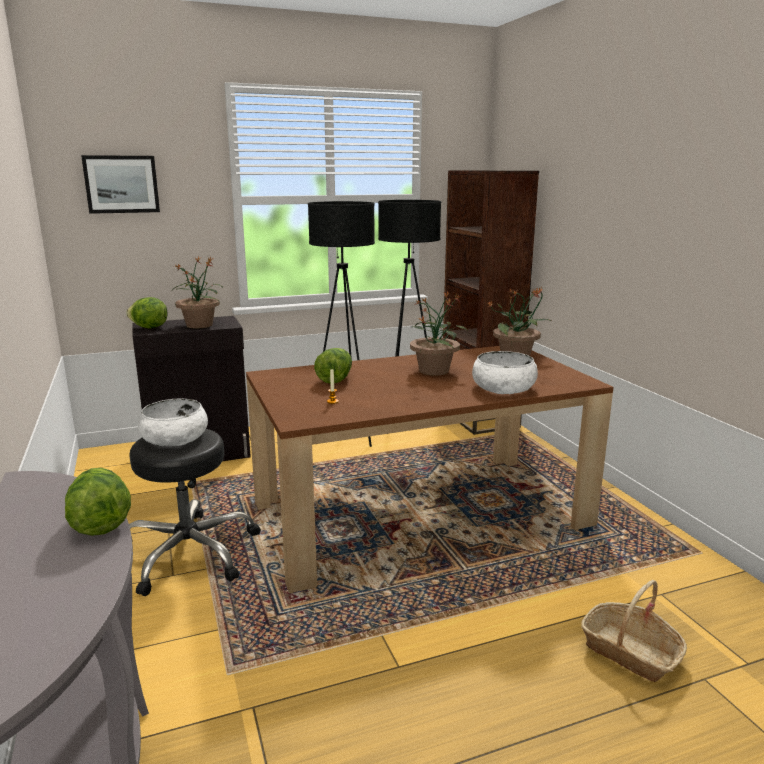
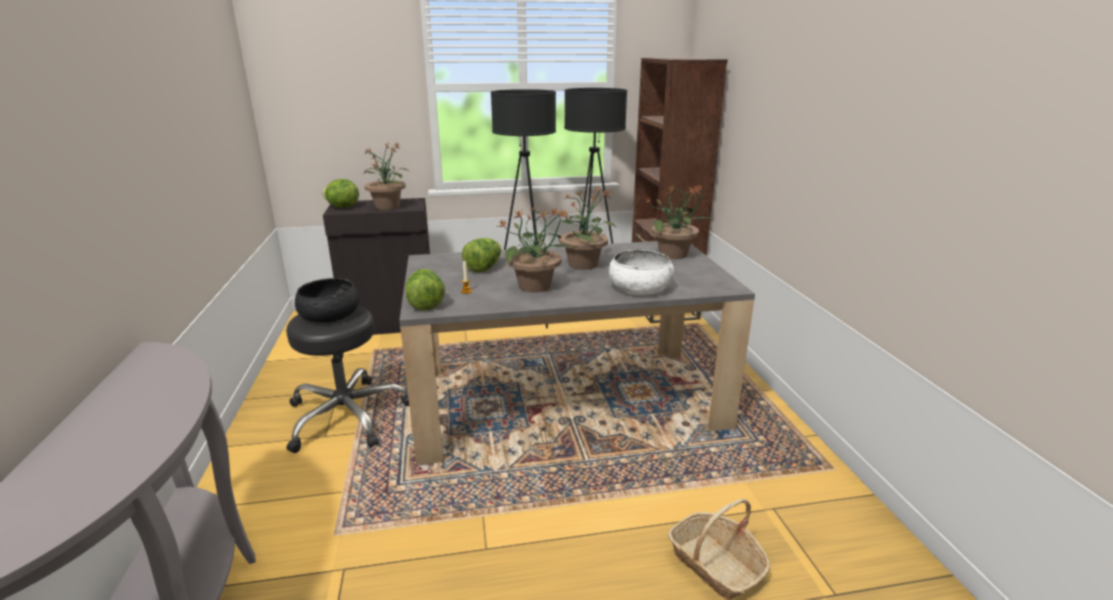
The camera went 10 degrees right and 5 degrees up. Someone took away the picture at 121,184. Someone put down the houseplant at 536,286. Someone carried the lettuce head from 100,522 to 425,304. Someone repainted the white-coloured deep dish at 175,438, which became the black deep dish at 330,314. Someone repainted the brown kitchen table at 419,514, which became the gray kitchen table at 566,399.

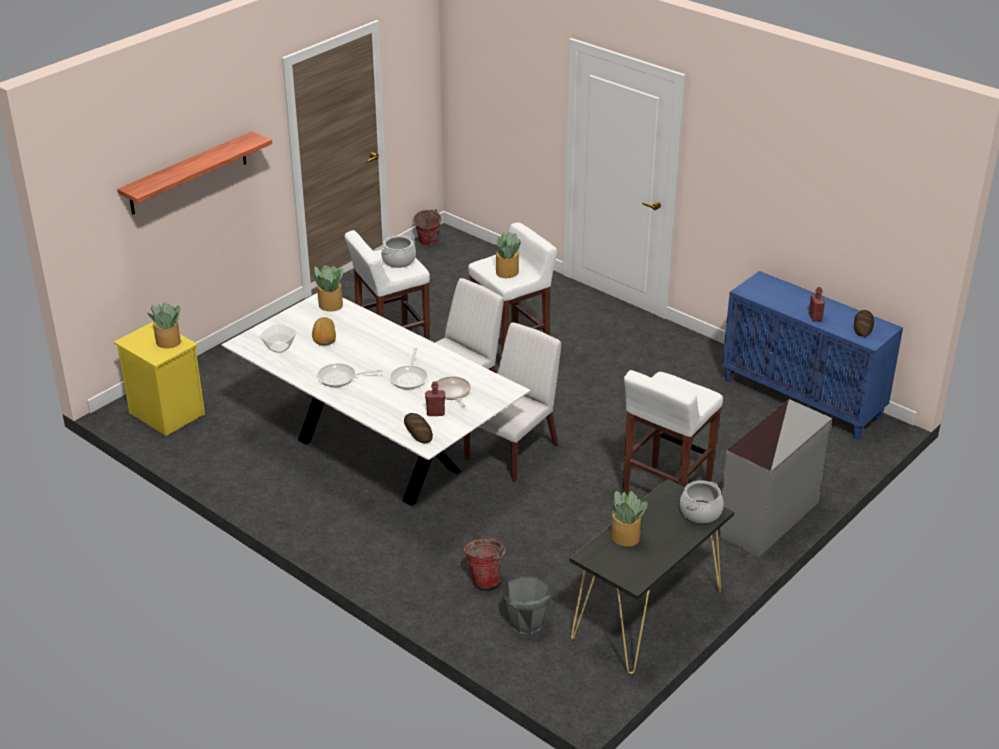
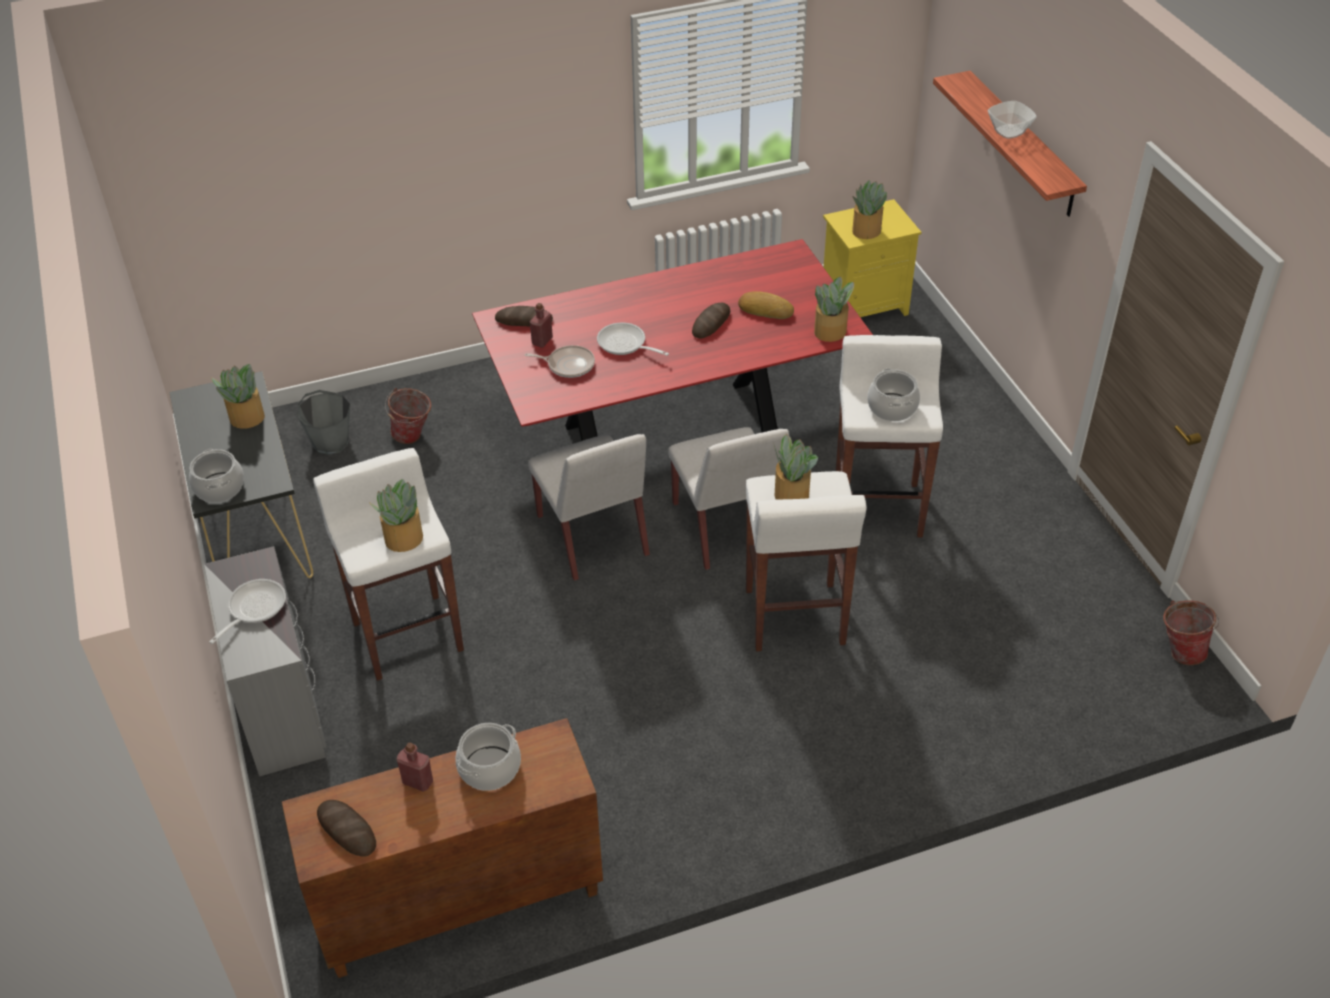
The camera went 120 degrees right and 10 degrees up. Someone put down the houseplant at 403,539. Someone put down the stockpot at 490,768. Someone put down the bread at 711,323. Someone carried the deep dish from 280,347 to 1008,132. Someone carried the frying pan from 341,378 to 253,609. Someone repainted the white-coloured kitchen table at 377,455, which became the reddish kitchen table at 672,429. Someone repainted the blue-coloured cupboard at 803,399, which became the brown cupboard at 459,903.

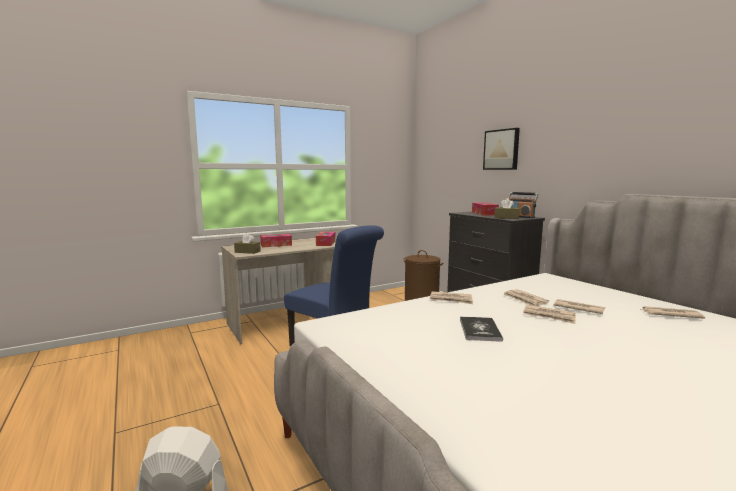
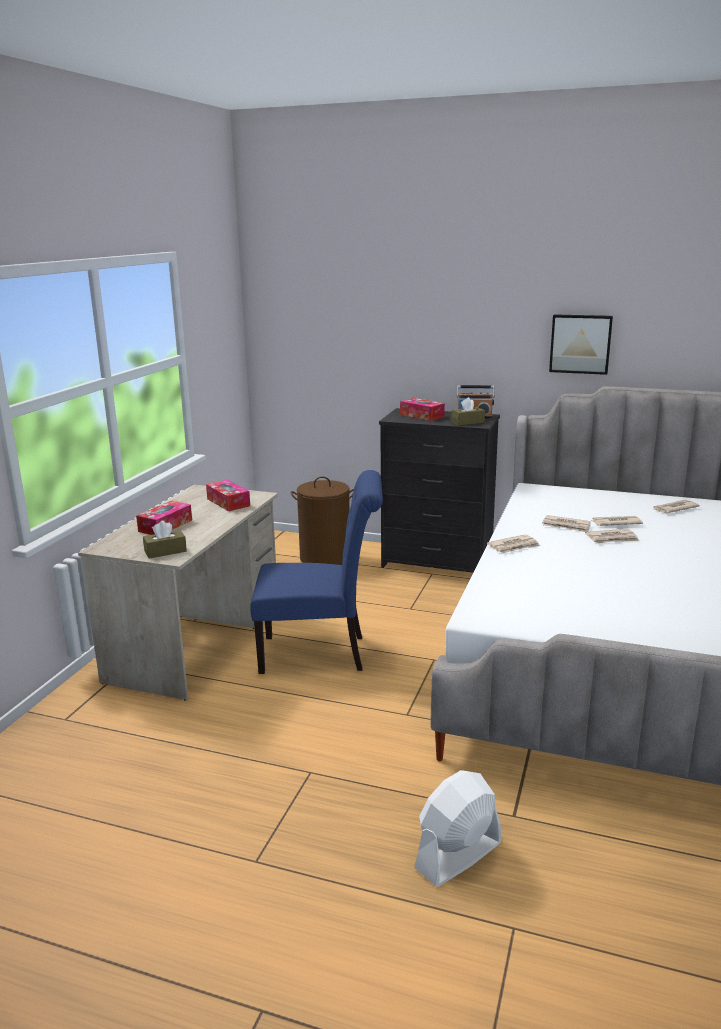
The camera went 40 degrees left and 10 degrees up. Someone took away the volume at 479,330. Someone carried the picture from 502,149 to 580,343.

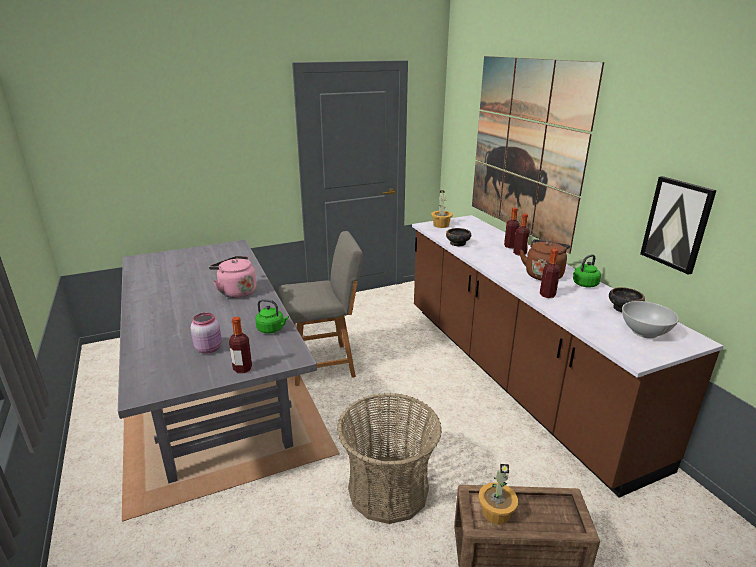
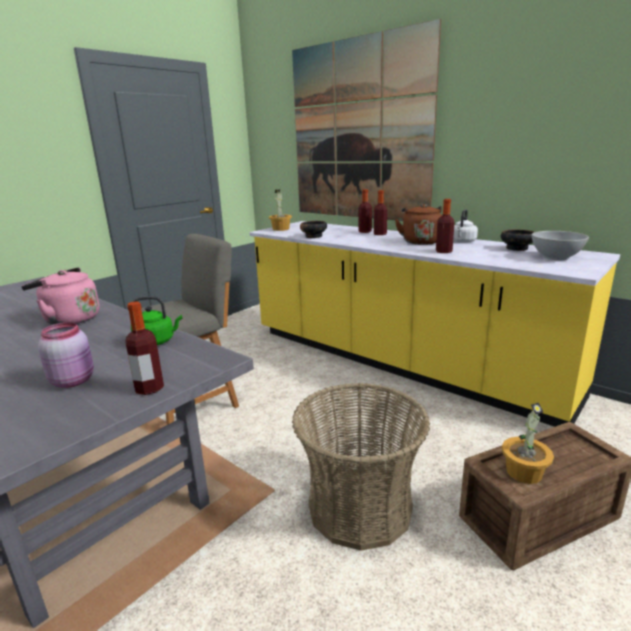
The camera went 25 degrees left and 5 degrees down. Someone took away the picture at 677,224. Someone repainted the brown kitchen base unit at 514,376, which became the yellow kitchen base unit at 399,362. Someone repainted the green-coloured water kettle at 584,284, which became the white-coloured water kettle at 463,242.

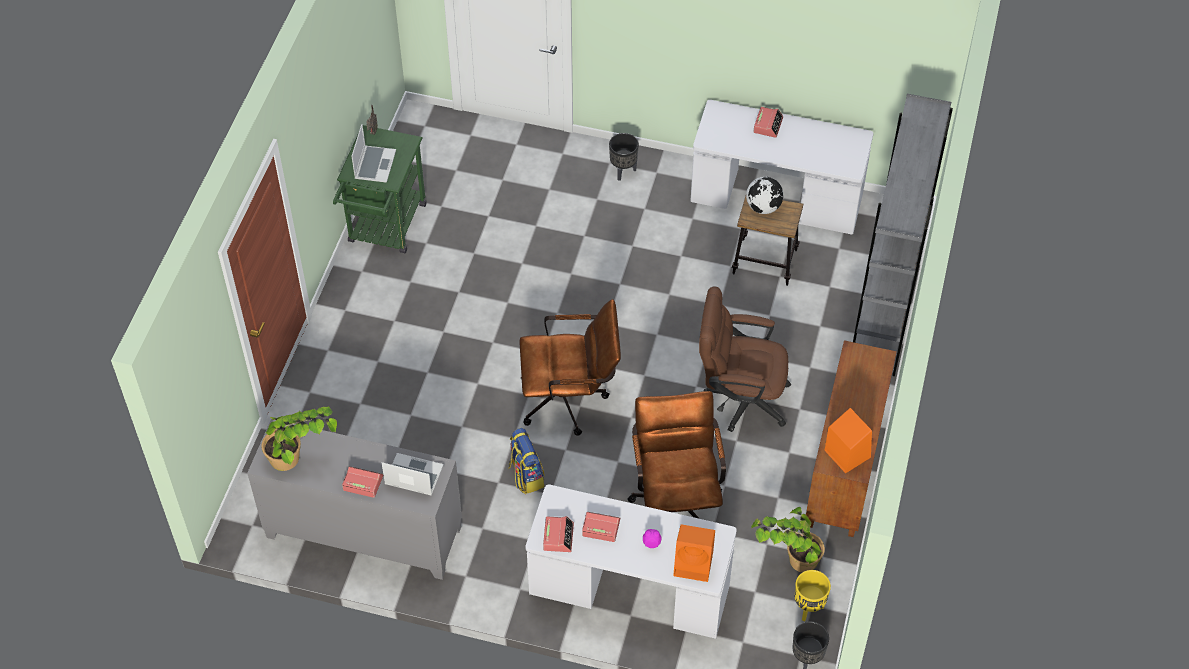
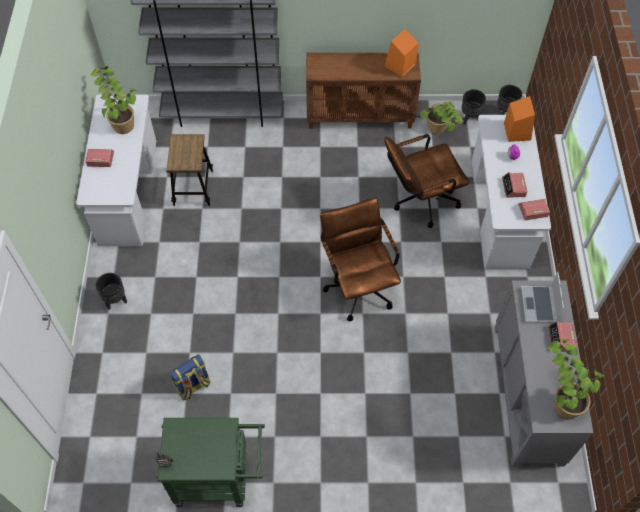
The camera went 105 degrees left and 5 degrees up. Someone took away the laptop at 374,164. Someone took away the brown computer chair at 739,398. Someone took away the world globe at 763,207. Someone put down the houseplant at 121,118. Someone carried the knapsack from 526,476 to 192,386. Someone repainted the yellow plant pot at 808,608, which became the black plant pot at 469,118.

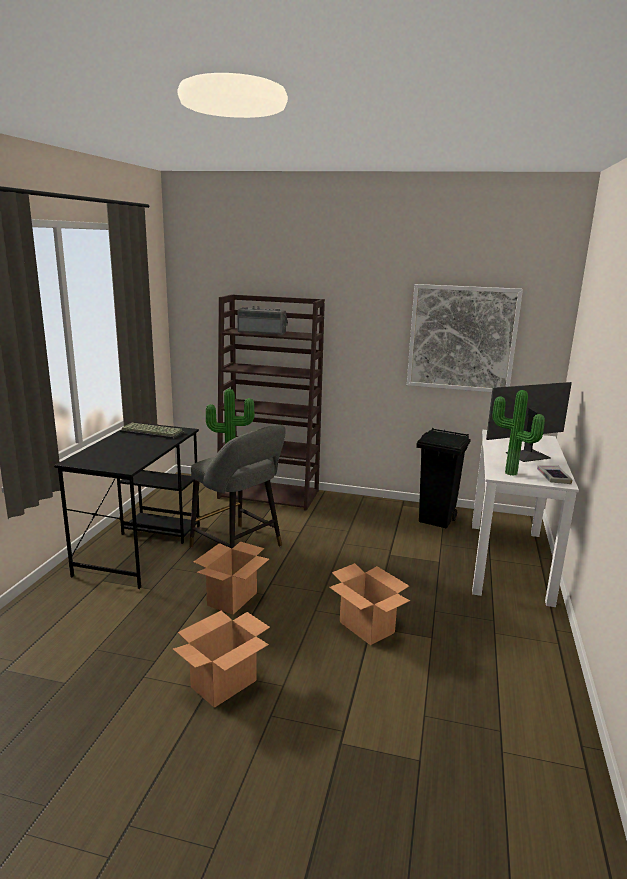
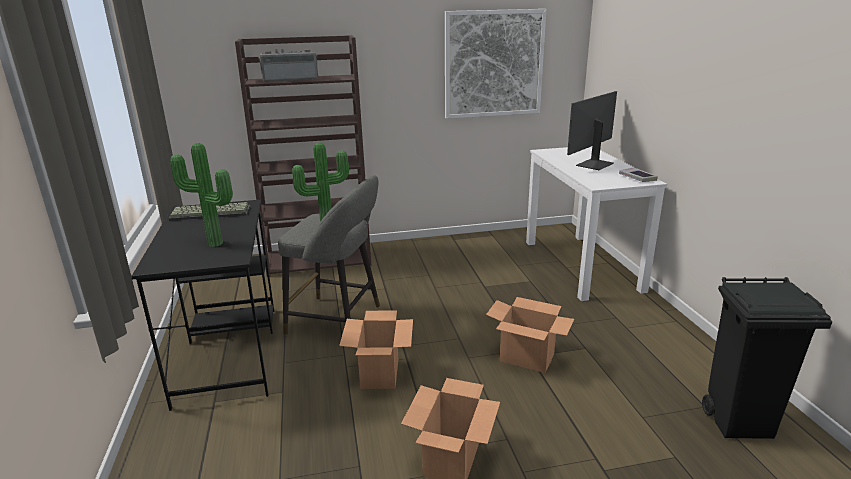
The camera went 25 degrees left and 5 degrees up. Someone carried the black rubbish bin from 437,520 to 739,423. Someone carried the houseplant from 510,474 to 213,245.

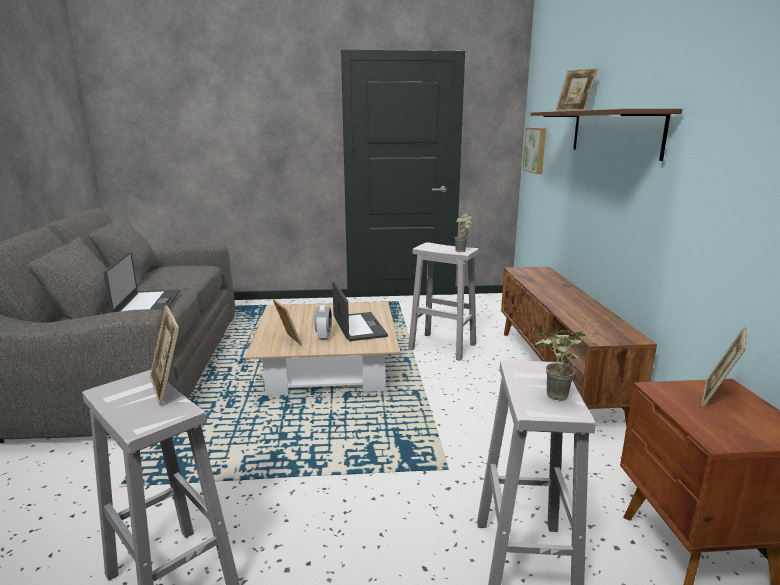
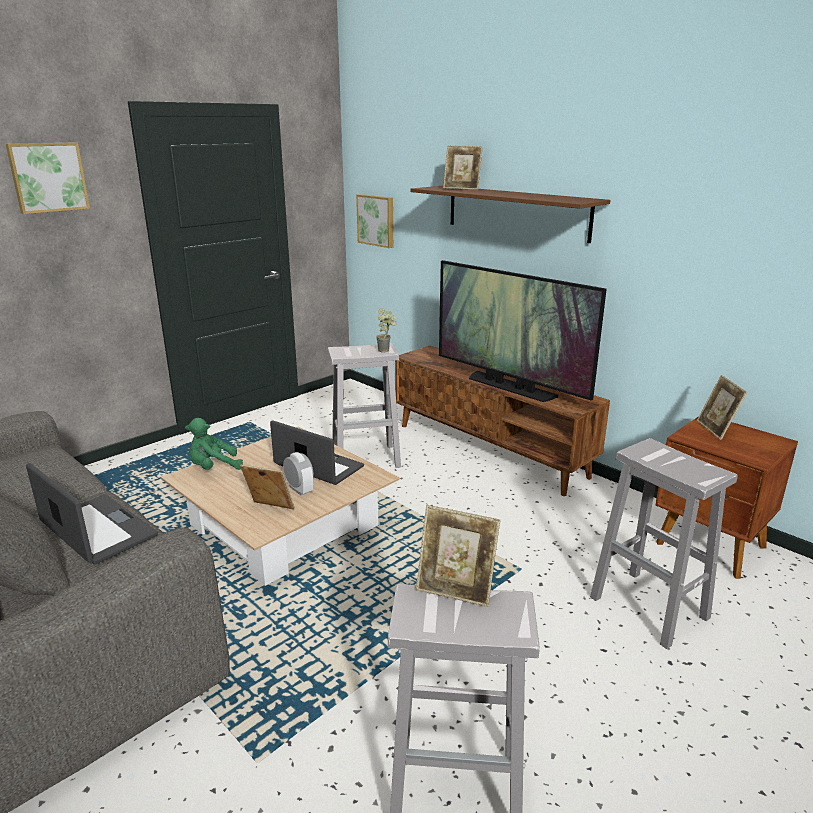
The camera went 40 degrees left and 5 degrees up. Someone took away the houseplant at 552,397. Someone put up the picture at 48,177. Someone put down the green-coloured soft toy at 213,468. Someone put down the television at 510,387.

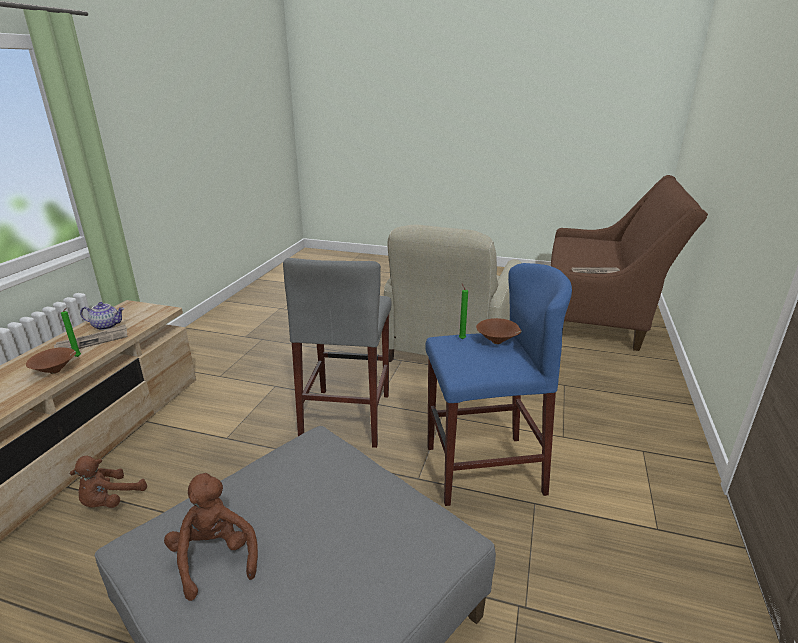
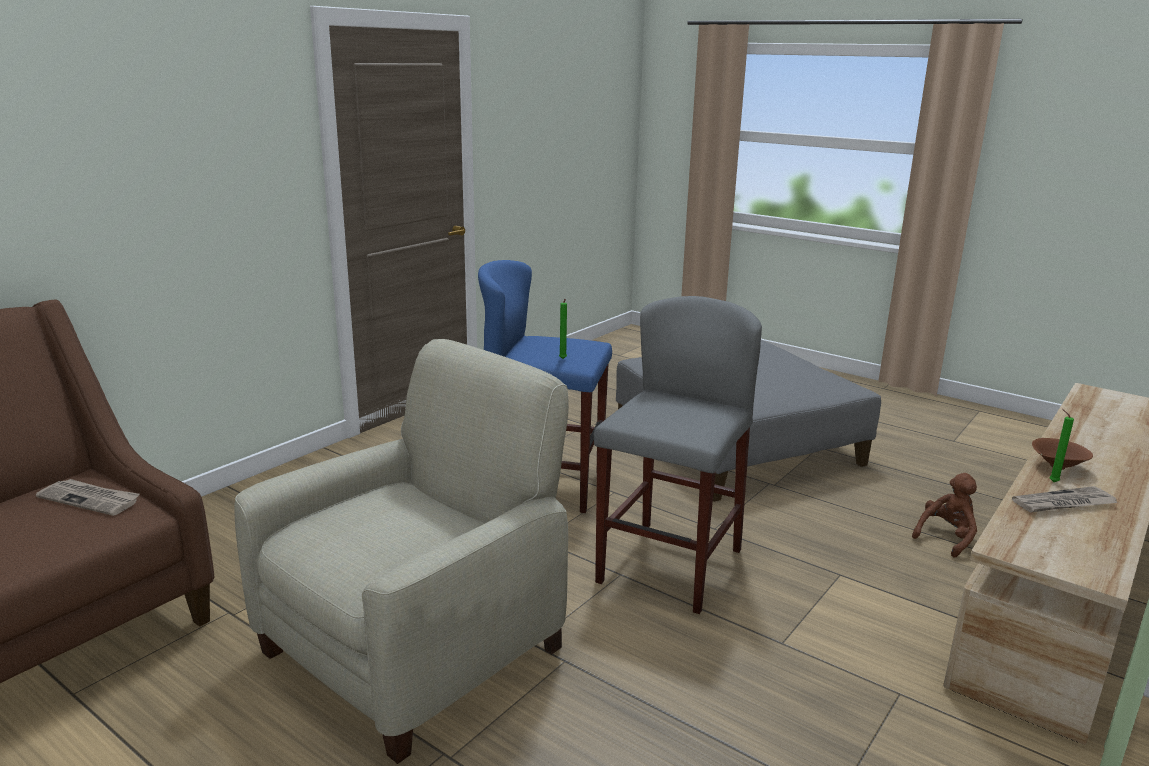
The camera went 160 degrees left and 5 degrees down. Someone took away the pot for tea at 107,326. Someone took away the brown soft toy at 215,558. Someone took away the brown deep dish at 498,342.

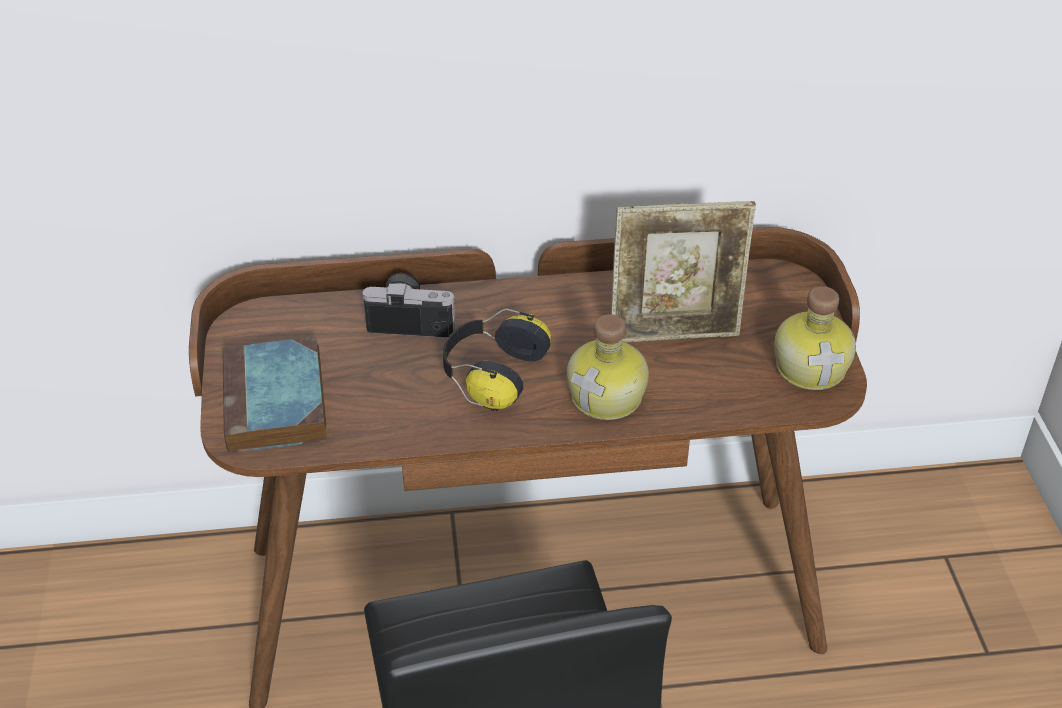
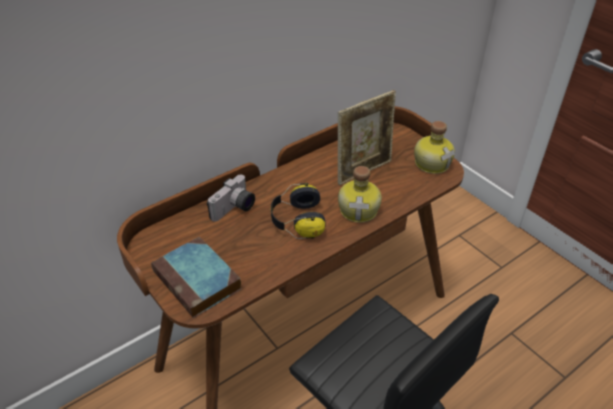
The camera went 30 degrees left and 0 degrees up. Someone rotated the photo camera at 412,319 by 150 degrees clockwise.

